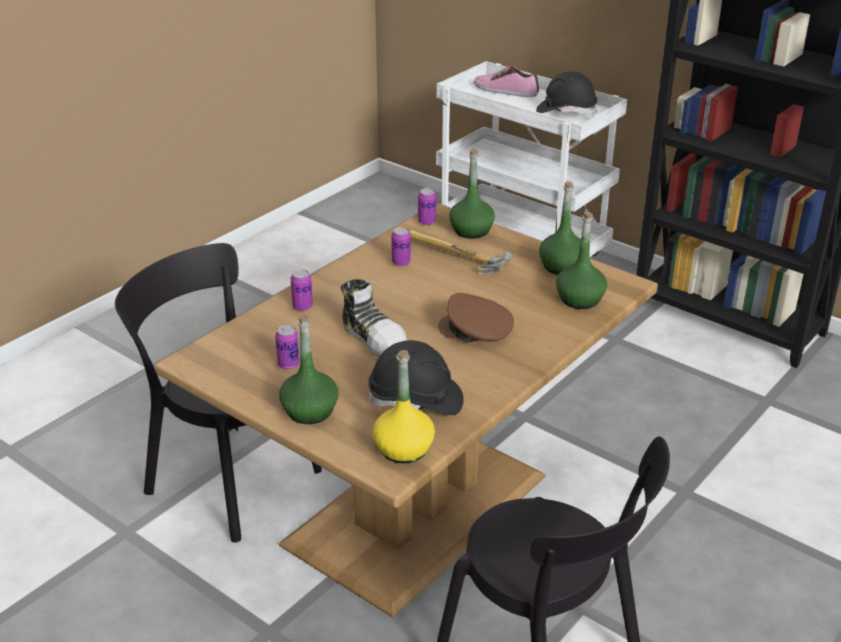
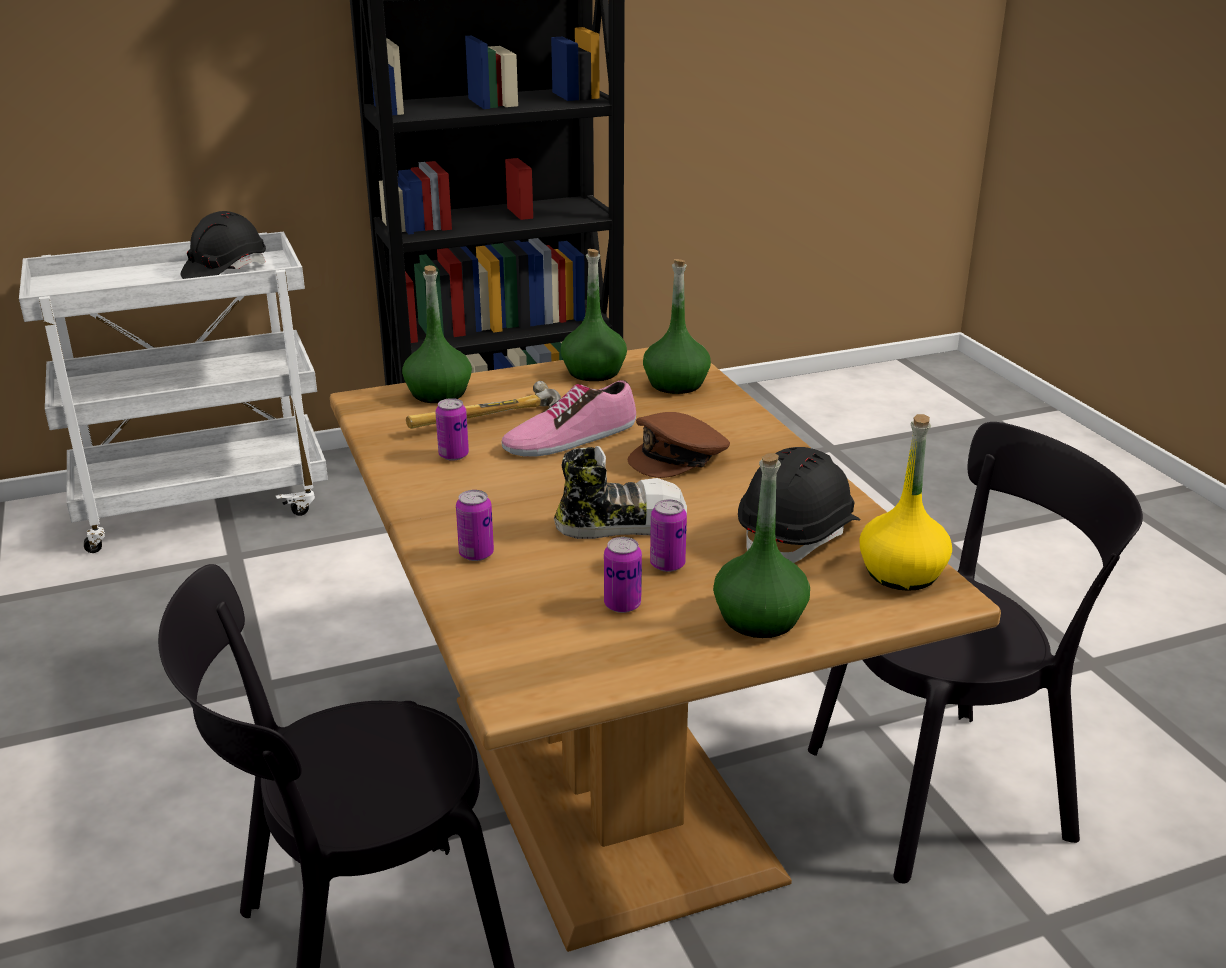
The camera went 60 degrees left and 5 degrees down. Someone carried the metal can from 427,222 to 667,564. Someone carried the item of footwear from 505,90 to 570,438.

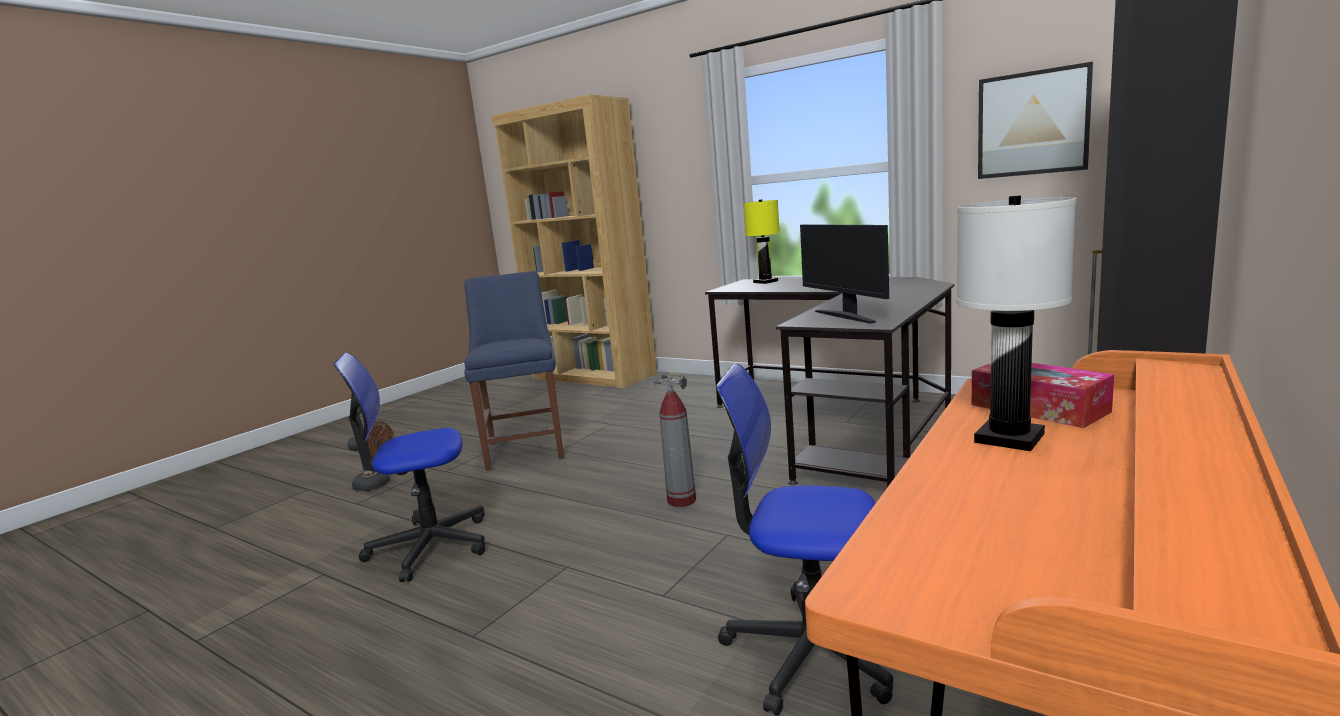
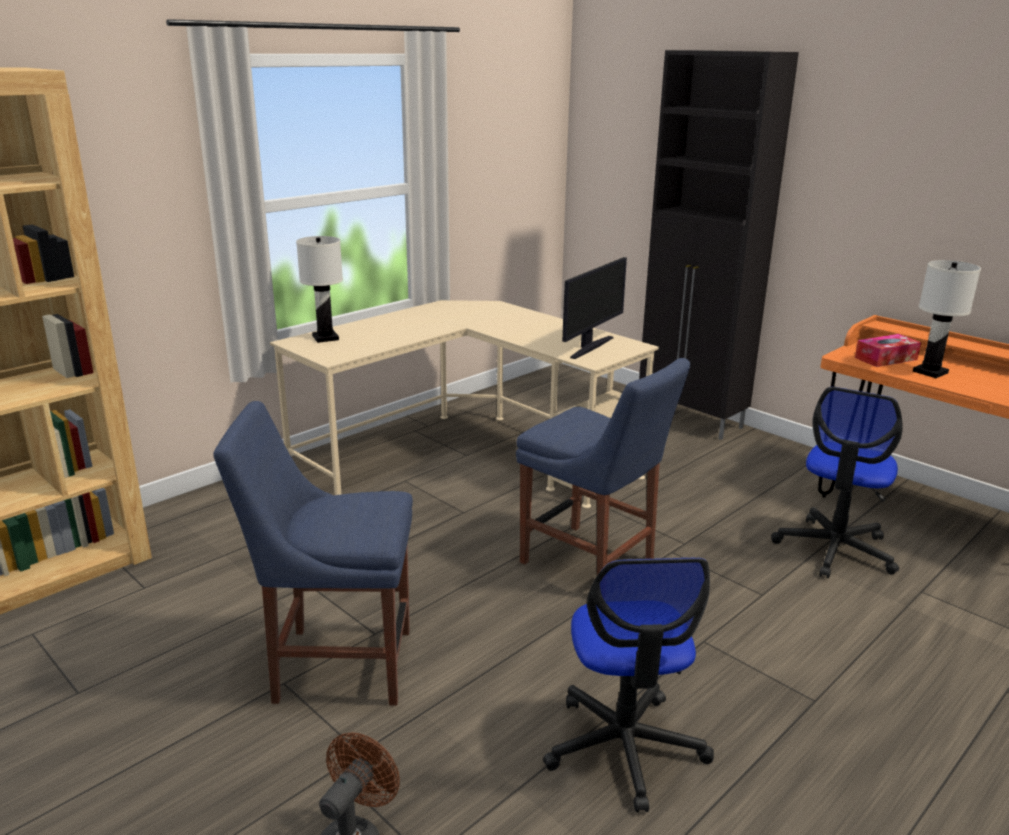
The camera went 80 degrees left and 10 degrees up. Someone took away the picture at 1032,123. Someone swapped the fire-fighting cylinder at 681,500 for the blue-coloured upright chair at 592,564. Someone repainted the black desk table at 841,423, which became the beige desk table at 467,457. Someone repainted the yellow lamp for a table at 765,282, which became the white-coloured lamp for a table at 326,338. Someone rotated the computer display at 846,316 by 45 degrees counterclockwise.

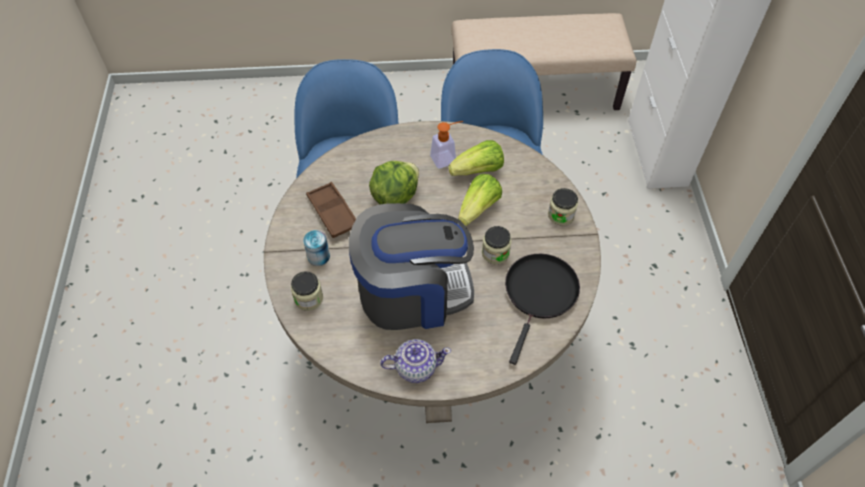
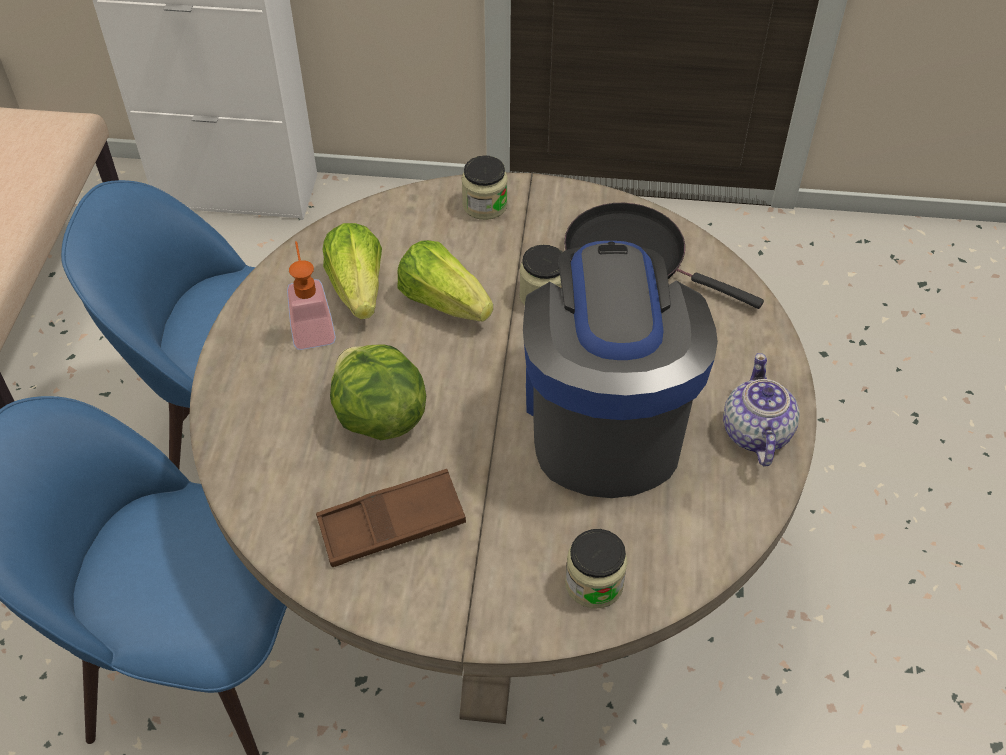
The camera went 80 degrees left and 5 degrees down. Someone took away the metal can at 318,256.

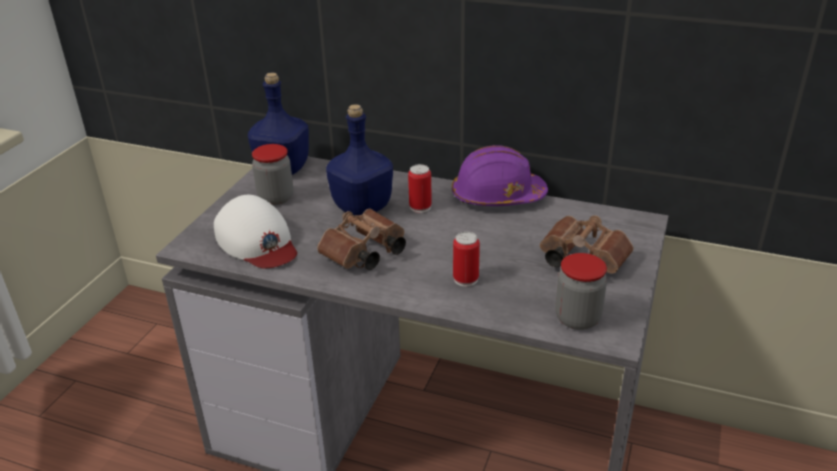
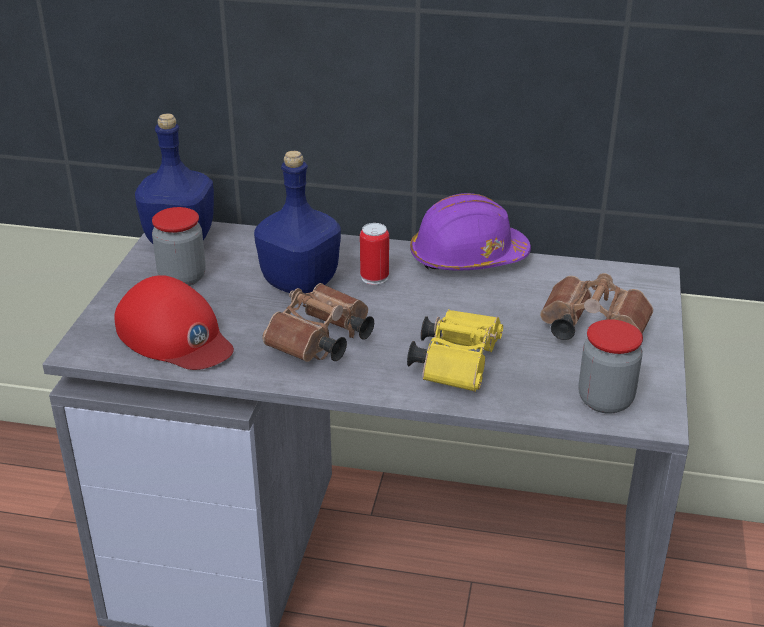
The camera went 10 degrees left and 0 degrees up. Someone swapped the metal can at 465,279 for the yellow binoculars at 457,363. Someone repainted the white-coloured cap at 257,241, which became the reddish cap at 175,336.

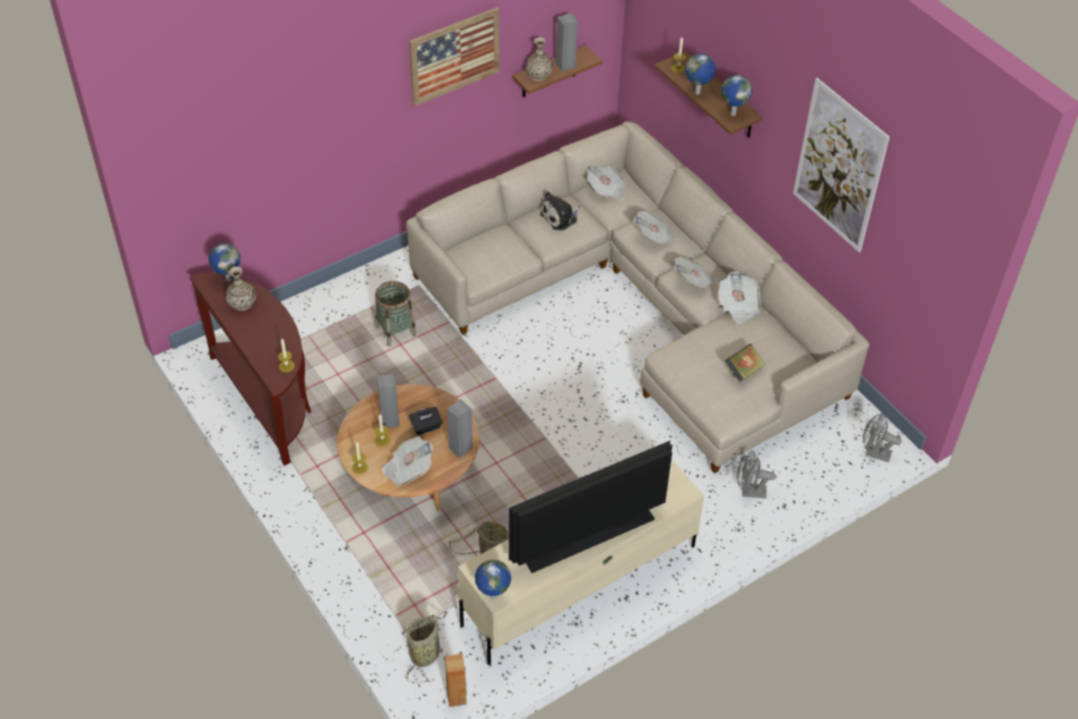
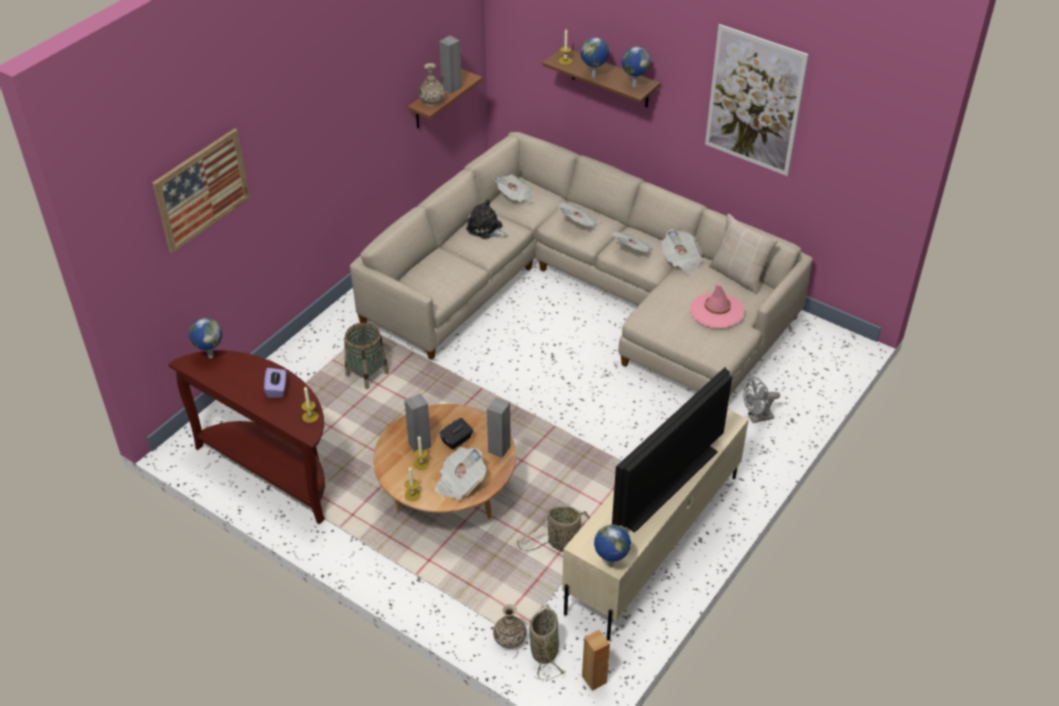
The camera went 20 degrees left and 5 degrees down. Someone took away the gray electric fan at 874,453. Someone put down the purple tissue holder at 277,389. Someone put down the beige cushion at 738,276. Someone carried the decorative vase from 242,303 to 510,638. Someone carried the picture from 454,56 to 201,190. Someone swapped the volume at 744,371 for the pink hat at 716,311. Someone rotated the soft toy at 561,217 by 90 degrees clockwise.

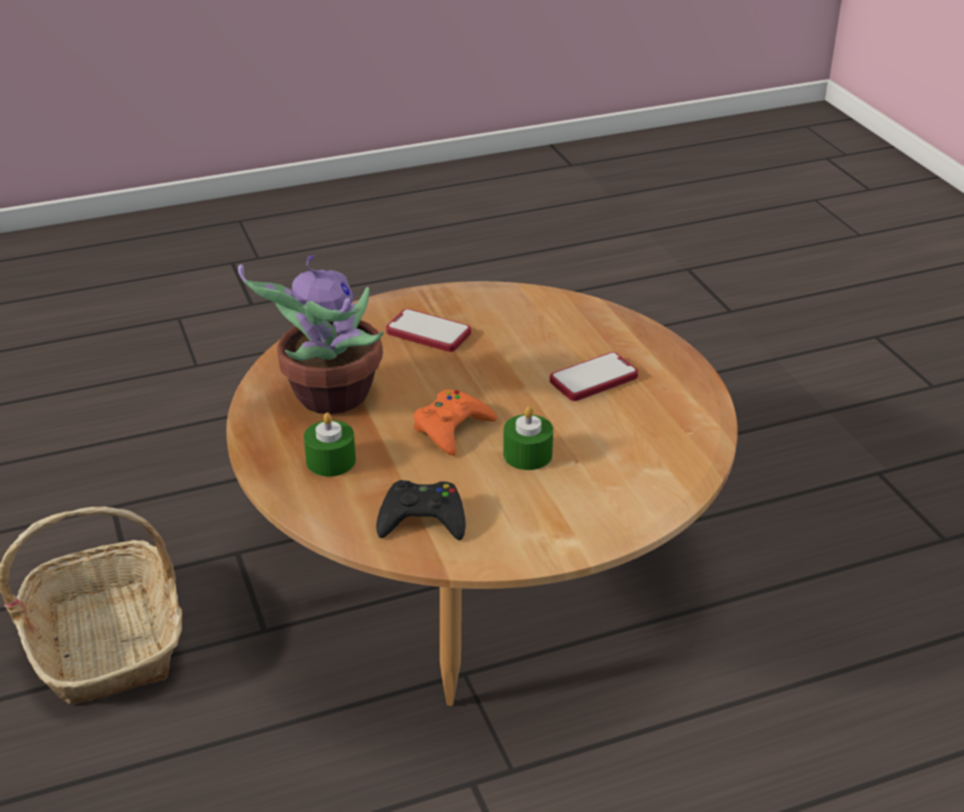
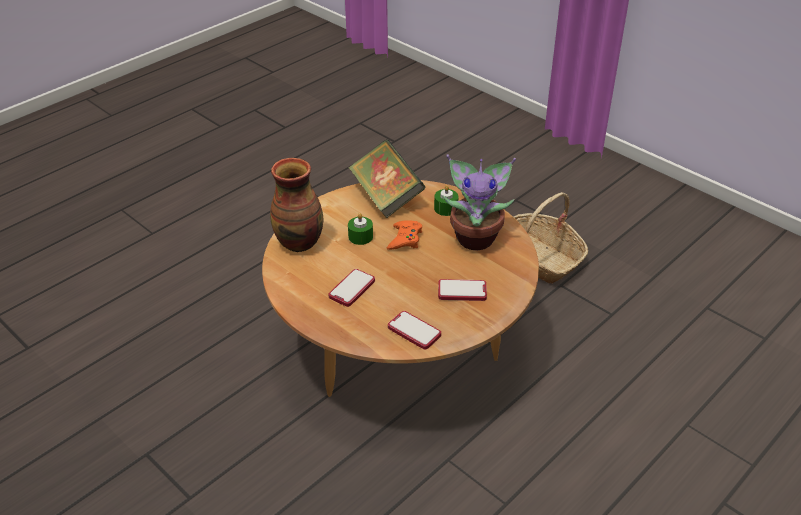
The camera went 155 degrees right and 5 degrees up. Someone put down the decorative vase at 300,242. Someone put down the phone at 414,331. Someone swapped the black game controller at 422,519 for the volume at 386,197.

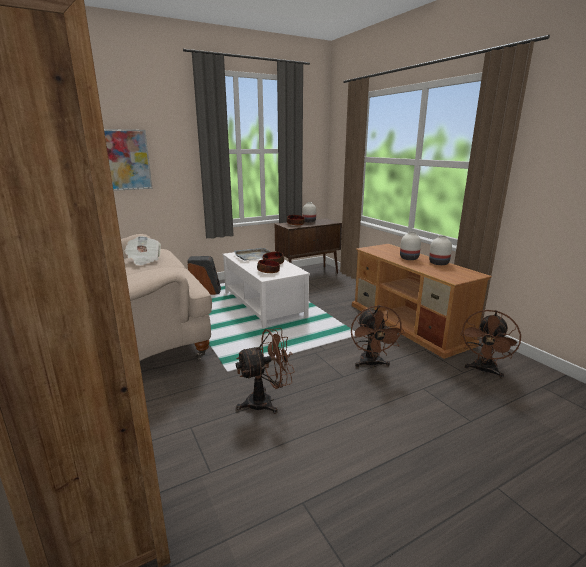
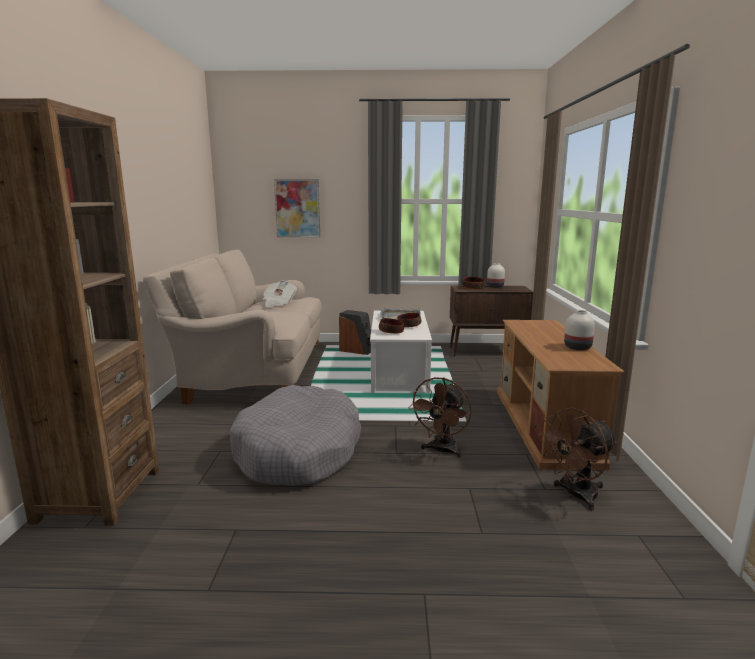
The camera went 30 degrees right and 5 degrees down. Someone took away the white-coloured decorative vase at 409,258. Someone swapped the brown electric fan at 266,402 for the gray dog cushion at 298,451.

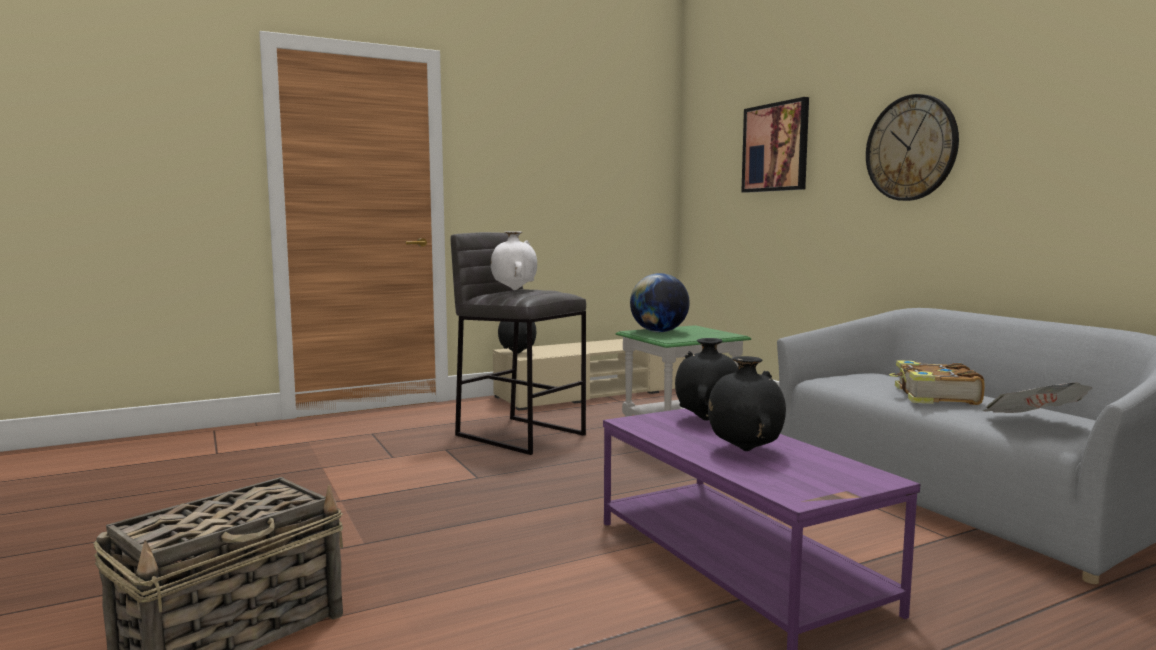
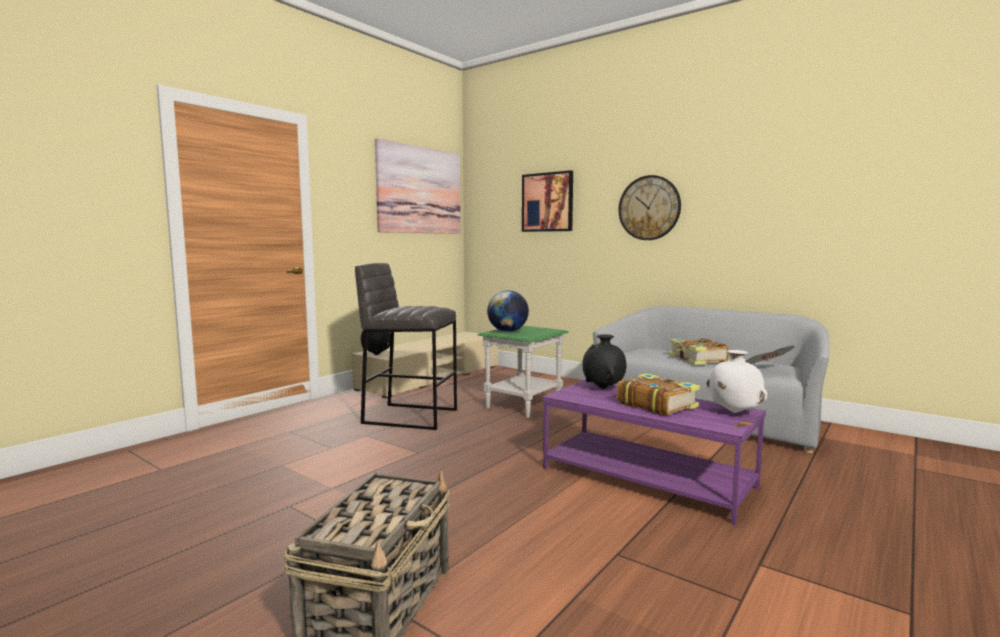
The camera went 25 degrees left and 0 degrees up. Someone put up the picture at 419,190. Someone carried the white-coloured decorative vase from 514,290 to 733,412. Someone swapped the black decorative vase at 744,450 for the volume at 656,404.

